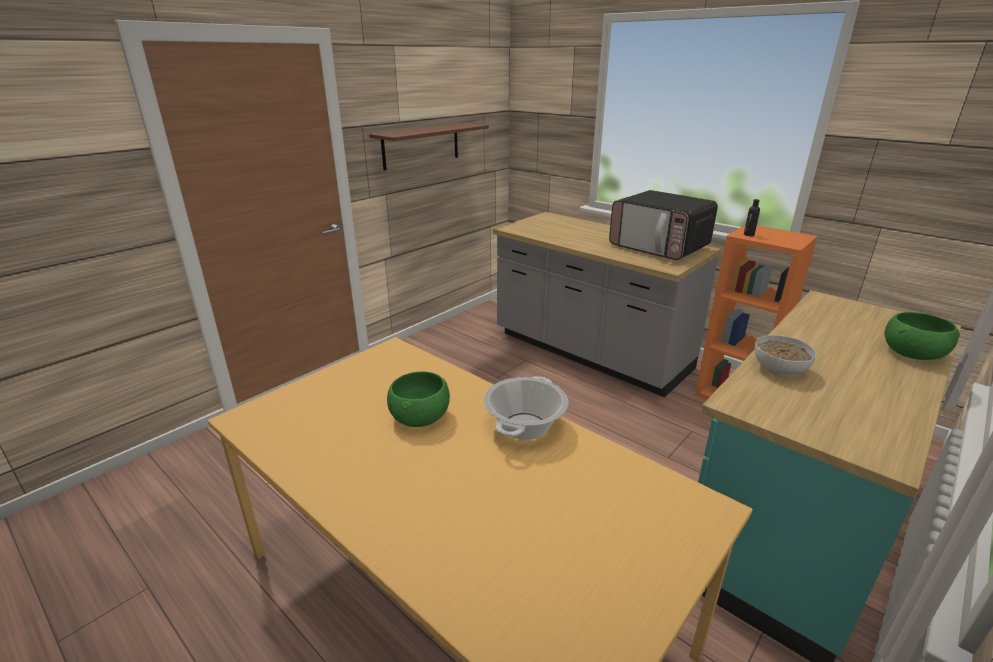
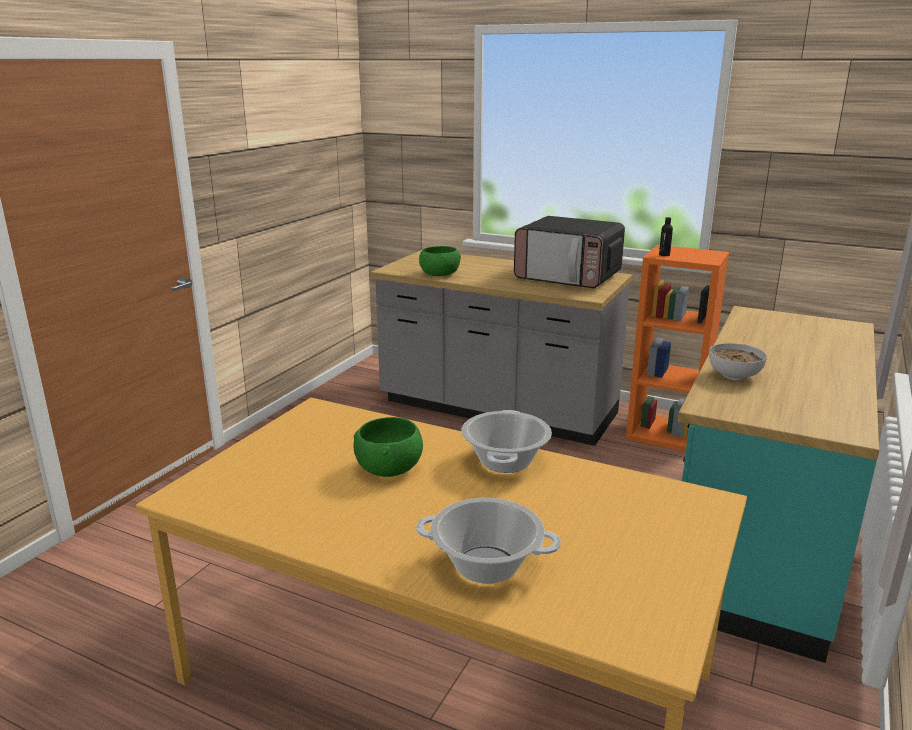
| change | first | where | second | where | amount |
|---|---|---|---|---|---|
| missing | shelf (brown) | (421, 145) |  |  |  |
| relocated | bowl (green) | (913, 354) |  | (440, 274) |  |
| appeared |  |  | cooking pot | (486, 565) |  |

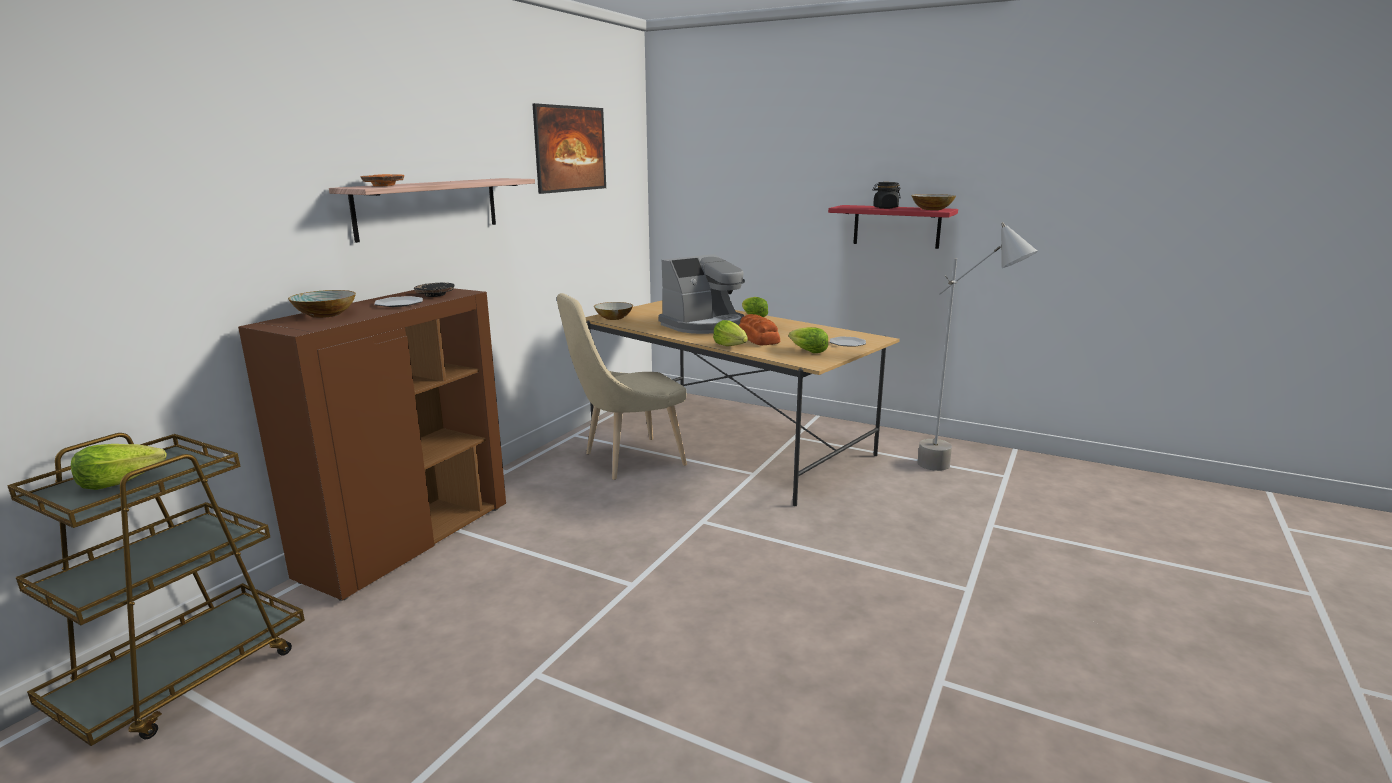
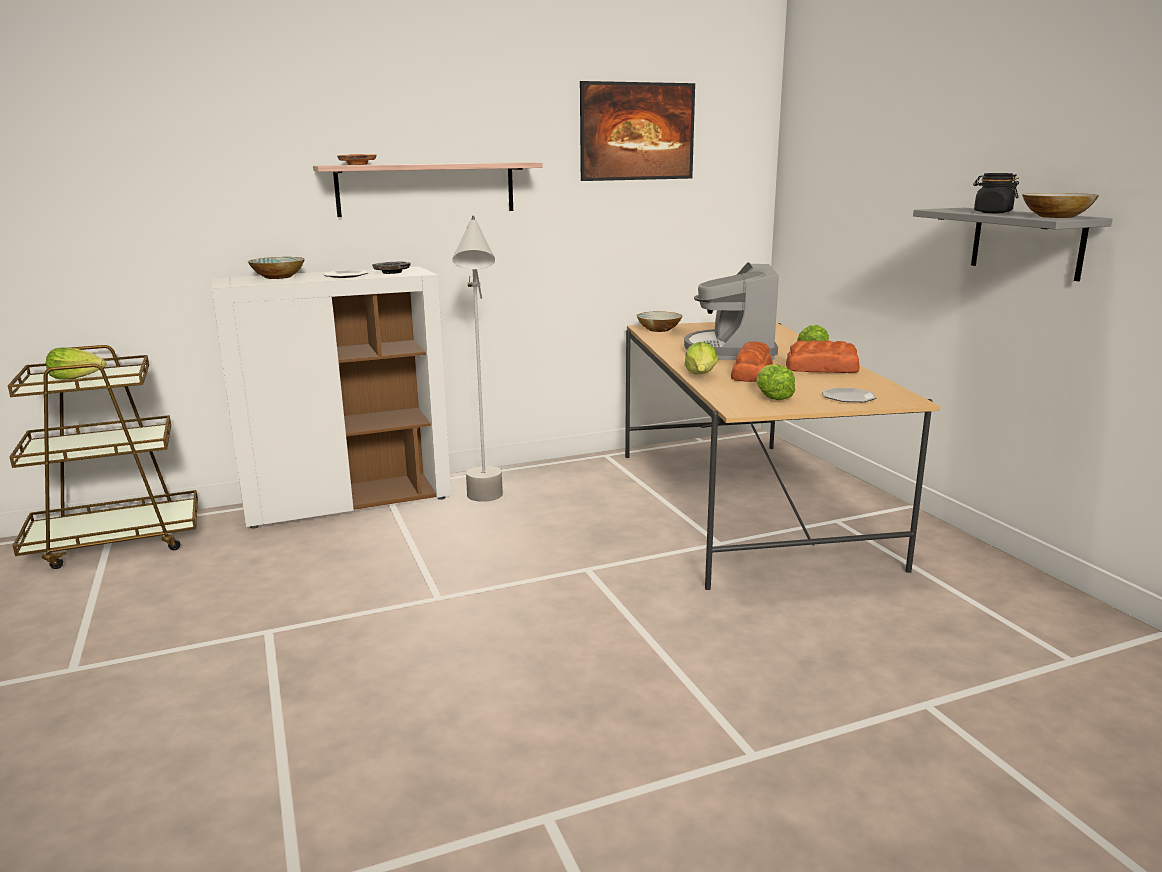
| change | first | where | second | where | amount |
|---|---|---|---|---|---|
| colour | shelf (red) | (896, 226) | shelf (grey) | (1027, 242) |  |
| relocated | floor lamp (grey) | (959, 471) |  | (485, 506) |  |
| spun | coffee machine | (704, 325) |  | (731, 351) | 90 degrees clockwise |
| colour | cabinet (brown) | (408, 541) | cabinet (white) | (349, 502) |  |
| missing | chair (beige) | (627, 460) |  |  |  |
| appeared |  |  | bread | (822, 369) |  |

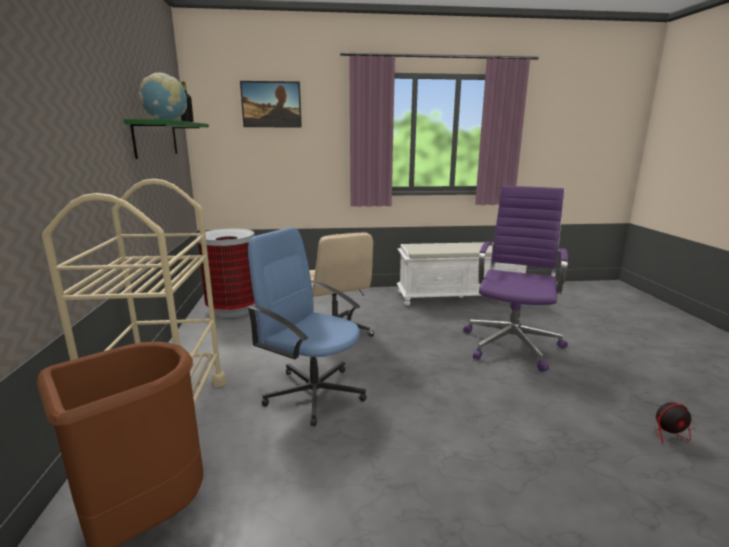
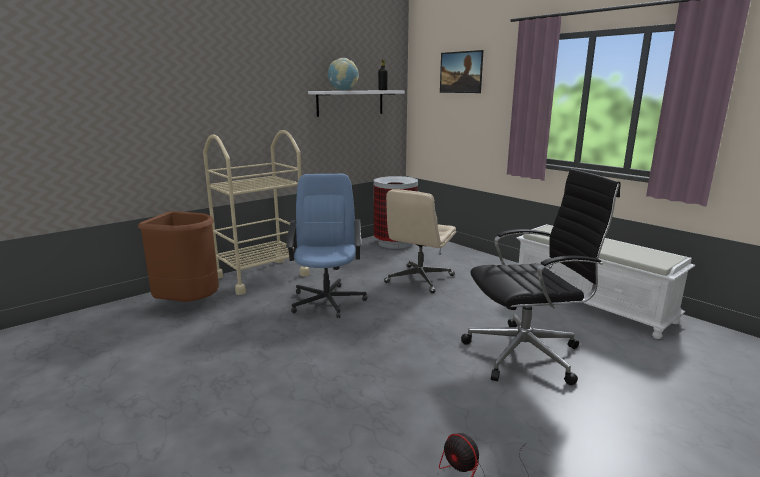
| change | first | where | second | where | amount |
|---|---|---|---|---|---|
| colour | shelf (green) | (156, 139) | shelf (white) | (350, 103) |  |
| colour | office chair (purple) | (512, 344) | office chair (black) | (527, 354) |  |

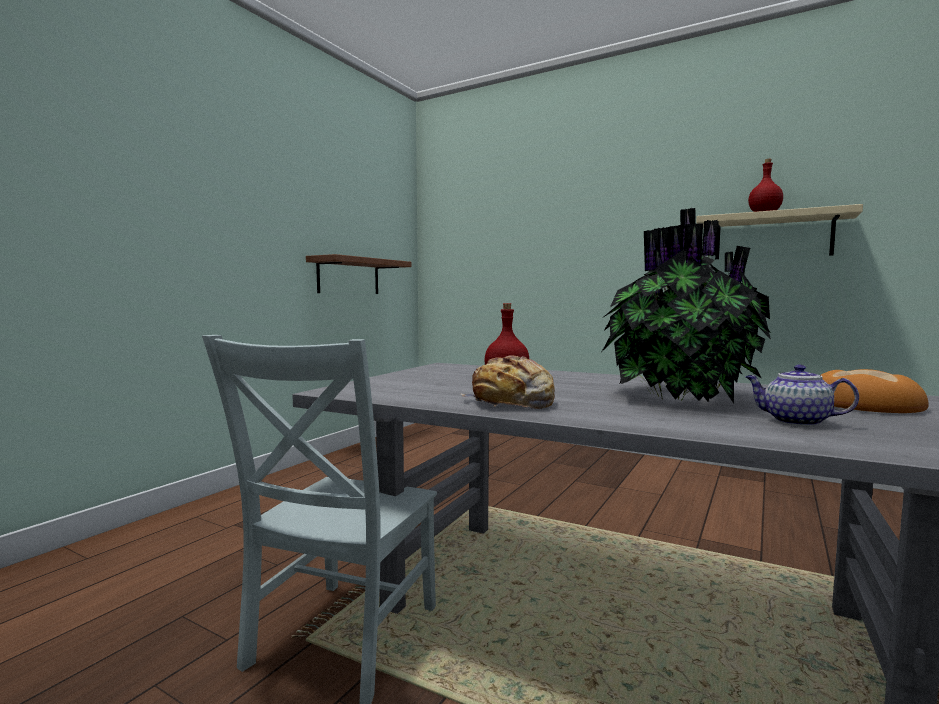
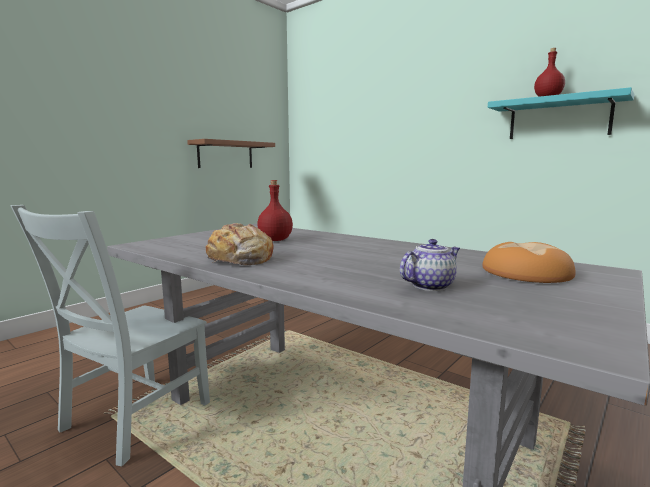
| change | first | where | second | where | amount |
|---|---|---|---|---|---|
| colour | shelf (beige) | (772, 237) | shelf (turquoise) | (559, 118) |  |
| missing | potted plant | (678, 396) |  |  |  |
| spun | teapot | (795, 421) |  | (430, 286) | 105 degrees clockwise |

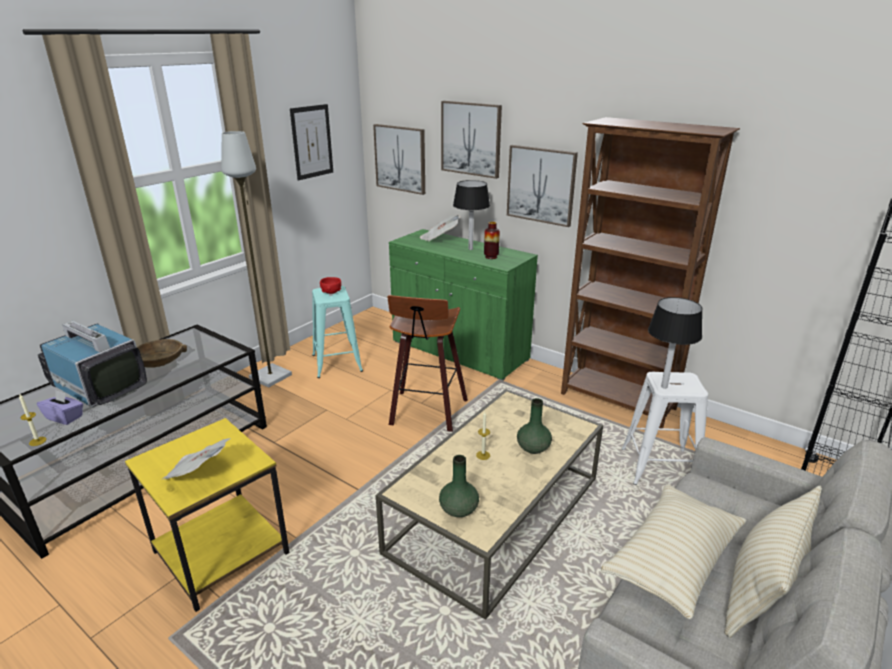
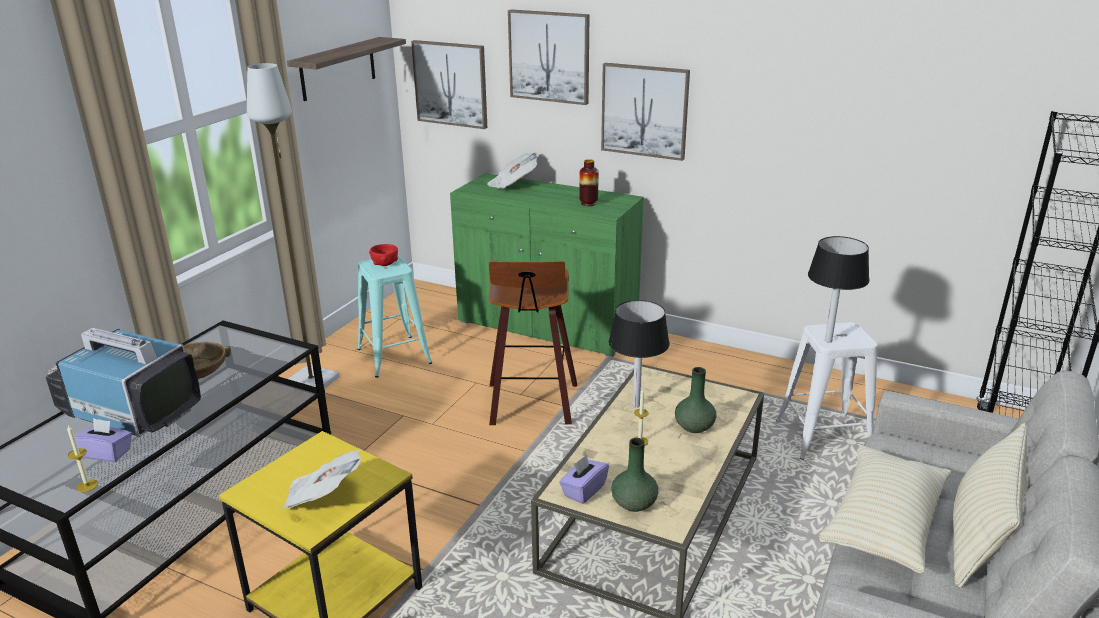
| change | first | where | second | where | amount |
|---|---|---|---|---|---|
| exchanged | picture | (312, 142) | shelf | (338, 68) |  |
| missing | bookcase (brown) | (618, 402) |  |  |  |
| relocated | table lamp (black) | (470, 249) |  | (636, 405) |  |
| appeared |  |  | tissue box (purple) | (583, 490) |  |

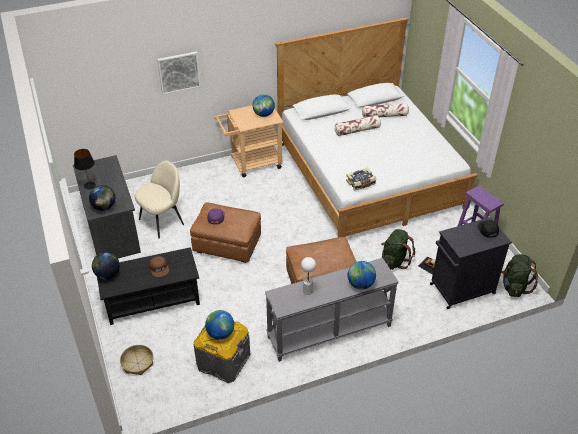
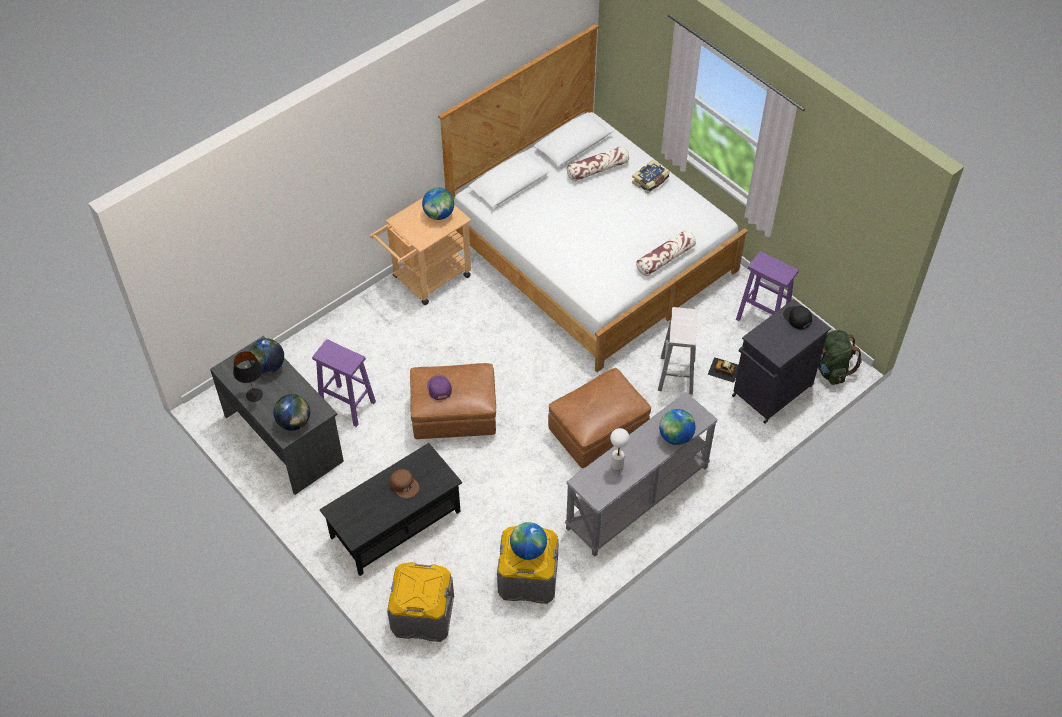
| change | first | where | second | where | amount |
|---|---|---|---|---|---|
| missing | picture | (179, 72) |  |  |  |
| relocated | pillow | (357, 130) |  | (665, 258) |  |
| exchanged | chair (beige) | (162, 221) | stool (purple) | (348, 405) |  |
| relocated | book | (361, 183) |  | (651, 181) |  |
| exchanged | backpack (green) | (394, 261) | stool (white) | (676, 375) |  |
| relocated | globe | (107, 274) |  | (268, 366) |  |
| exchanged | basket | (137, 363) | storage box (grey) | (422, 615) |  |

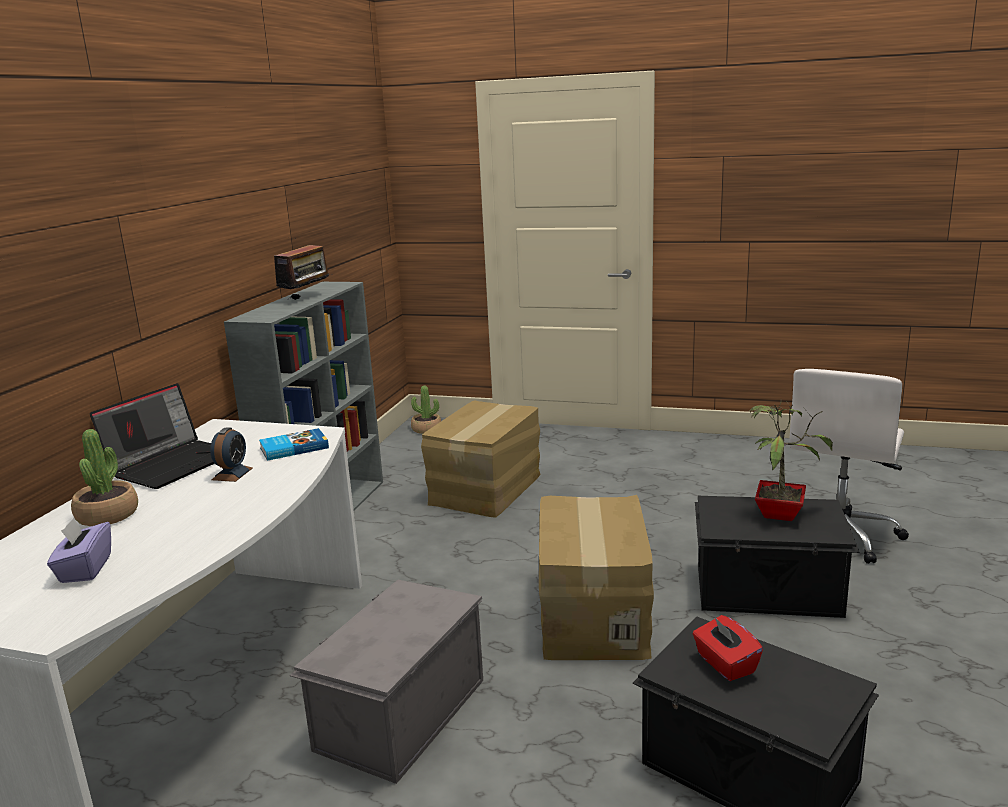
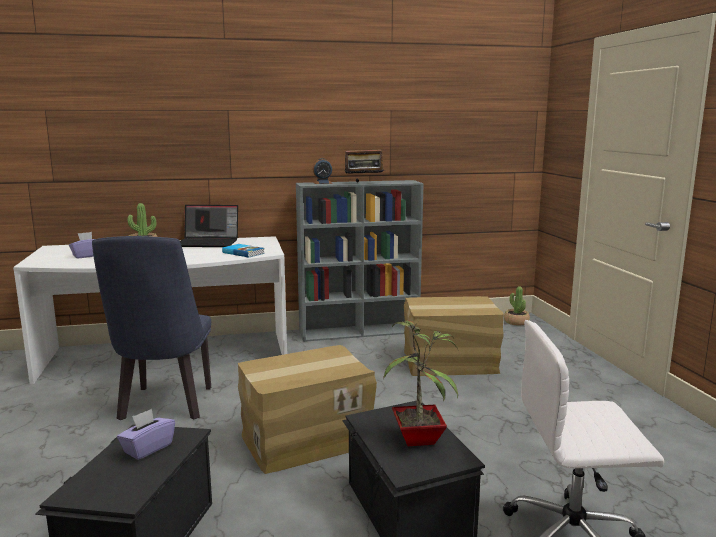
| change | first | where | second | where | amount |
|---|---|---|---|---|---|
| relocated | alarm clock | (232, 474) |  | (322, 183) |  |
| exchanged | storage box (grey) | (398, 714) | chair (blue) | (165, 407) |  |
| colour | tissue box (red) | (725, 664) | tissue box (purple) | (147, 448) |  |

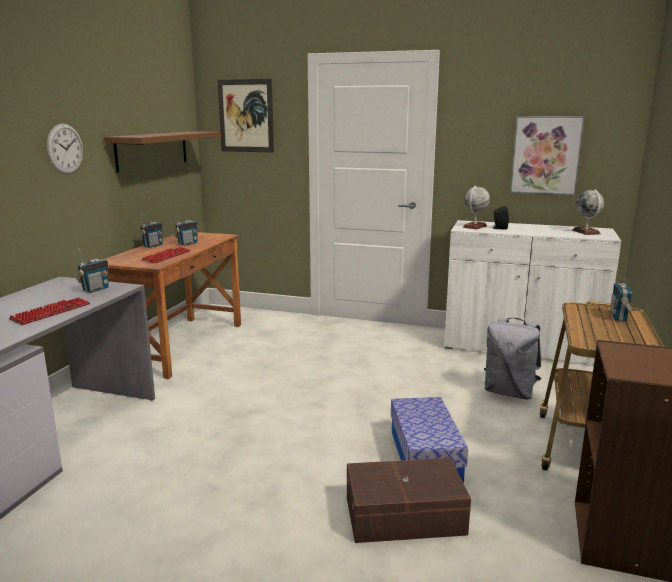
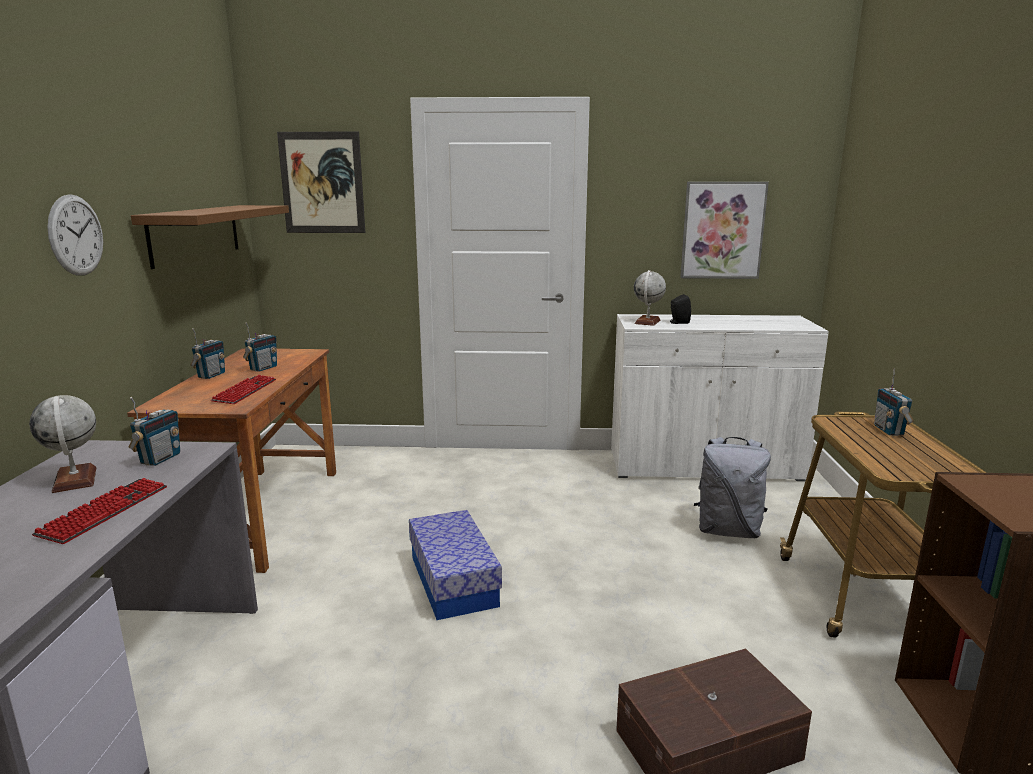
| change | first | where | second | where | amount |
|---|---|---|---|---|---|
| relocated | globe | (586, 232) |  | (75, 479) |  |
| relocated | storage box | (425, 455) |  | (453, 581) |  |

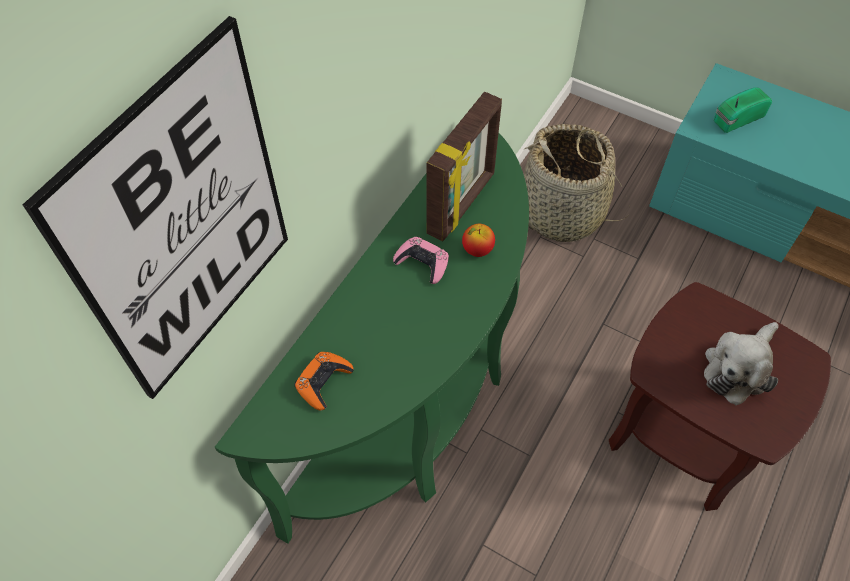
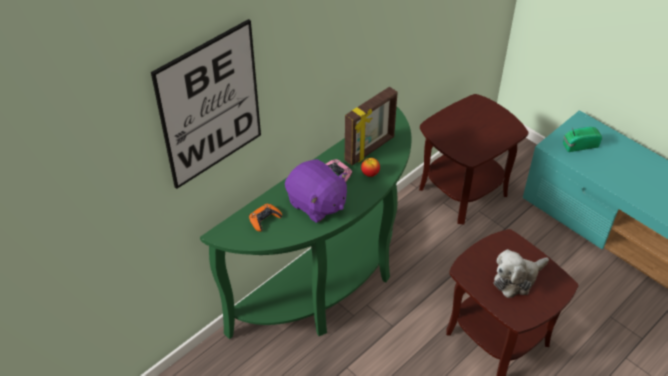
| change | first | where | second | where | amount |
|---|---|---|---|---|---|
| exchanged | basket | (563, 213) | side table (brown) | (463, 191) |  |
| appeared |  |  | plush toy (purple) | (316, 204) |  |

